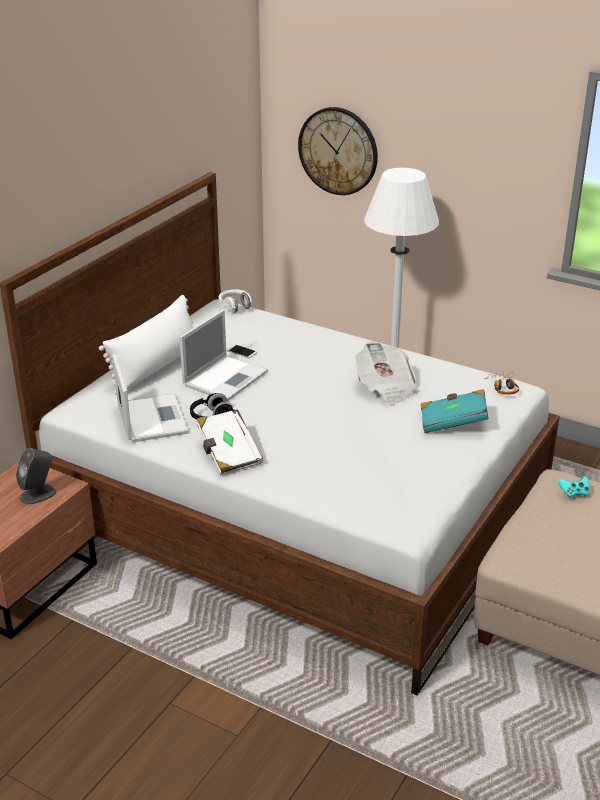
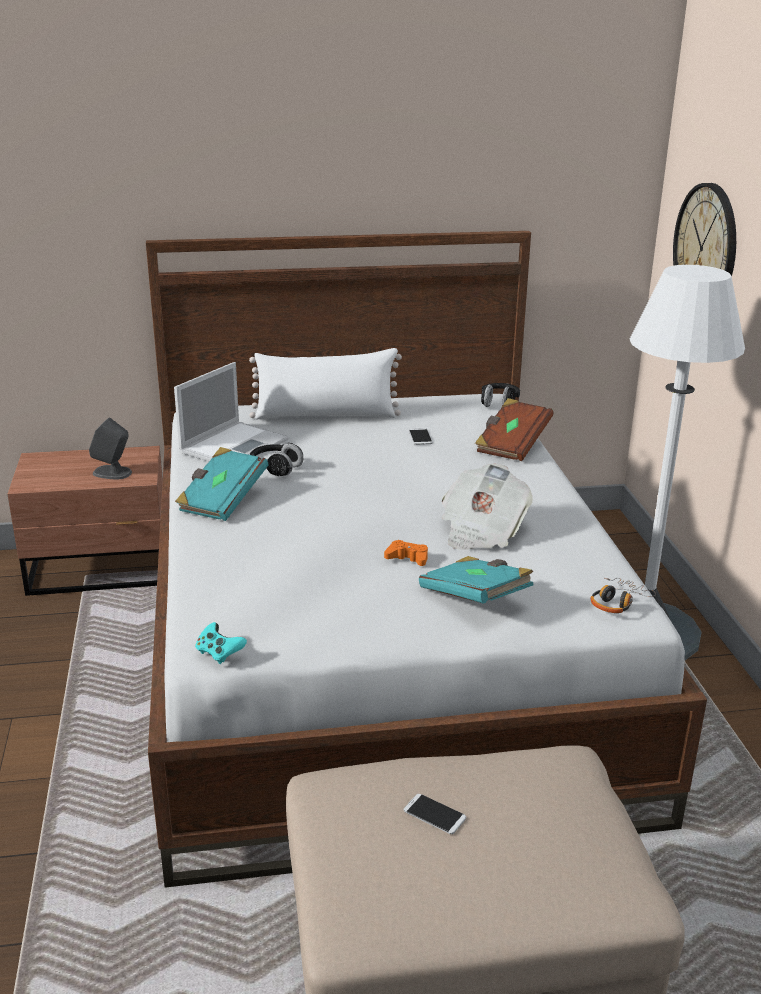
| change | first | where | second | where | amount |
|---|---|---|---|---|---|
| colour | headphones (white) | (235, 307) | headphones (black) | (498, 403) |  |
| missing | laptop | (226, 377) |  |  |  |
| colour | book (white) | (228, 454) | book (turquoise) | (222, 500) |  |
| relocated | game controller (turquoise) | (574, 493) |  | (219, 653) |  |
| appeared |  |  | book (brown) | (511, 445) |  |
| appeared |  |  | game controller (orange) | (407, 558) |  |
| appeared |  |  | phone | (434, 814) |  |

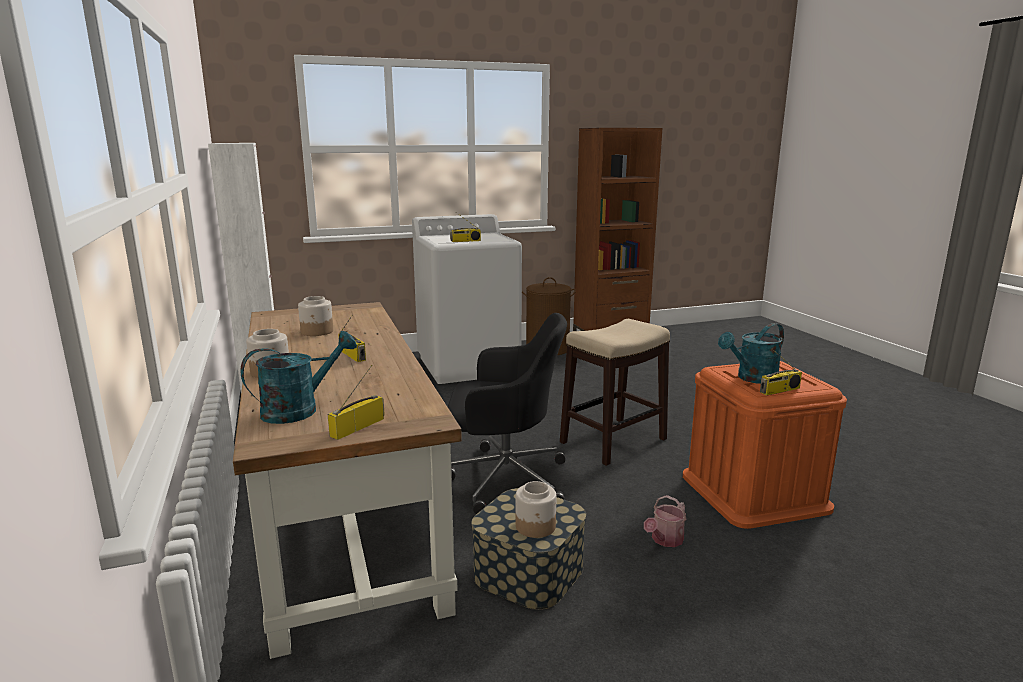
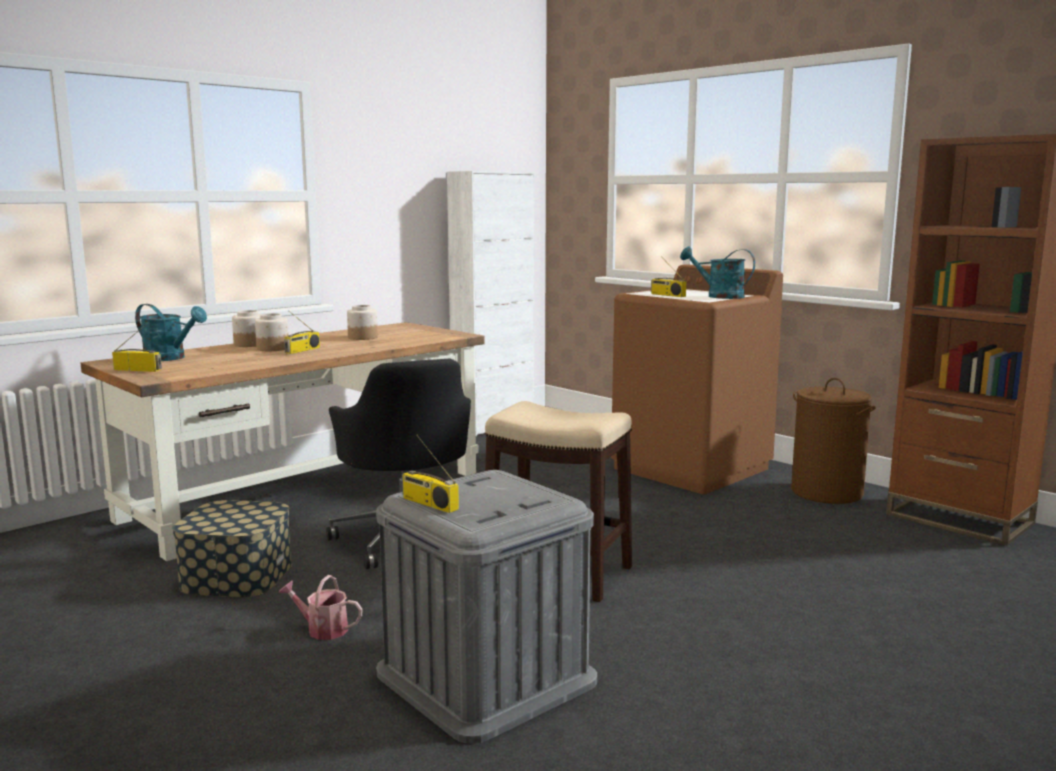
| change | first | where | second | where | amount |
|---|---|---|---|---|---|
| colour | washing machine (white) | (468, 365) | washing machine (brown) | (691, 468) |  |
| relocated | watering can (turquoise) | (752, 378) |  | (718, 296) |  |
| colour | storage box (orange) | (754, 491) | storage box (grey) | (486, 676) |  |
| relocated | jar | (536, 526) |  | (272, 348) |  |

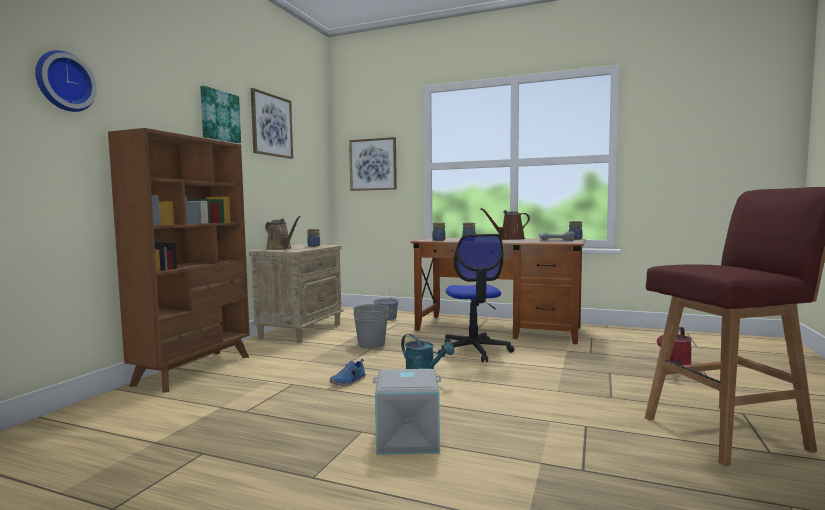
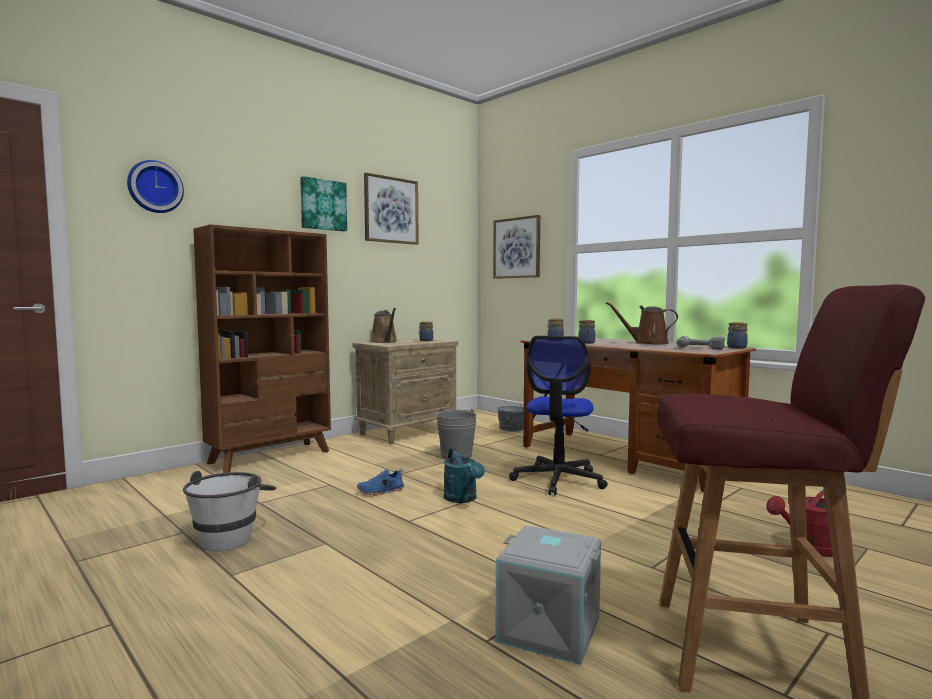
| change | first | where | second | where | amount |
|---|---|---|---|---|---|
| relocated | storage box (grey) | (407, 439) |  | (548, 630) |  |
| appeared |  |  | bucket (white) | (232, 536) |  |

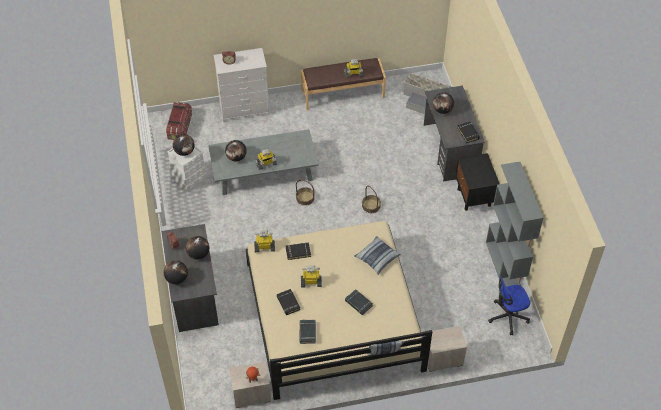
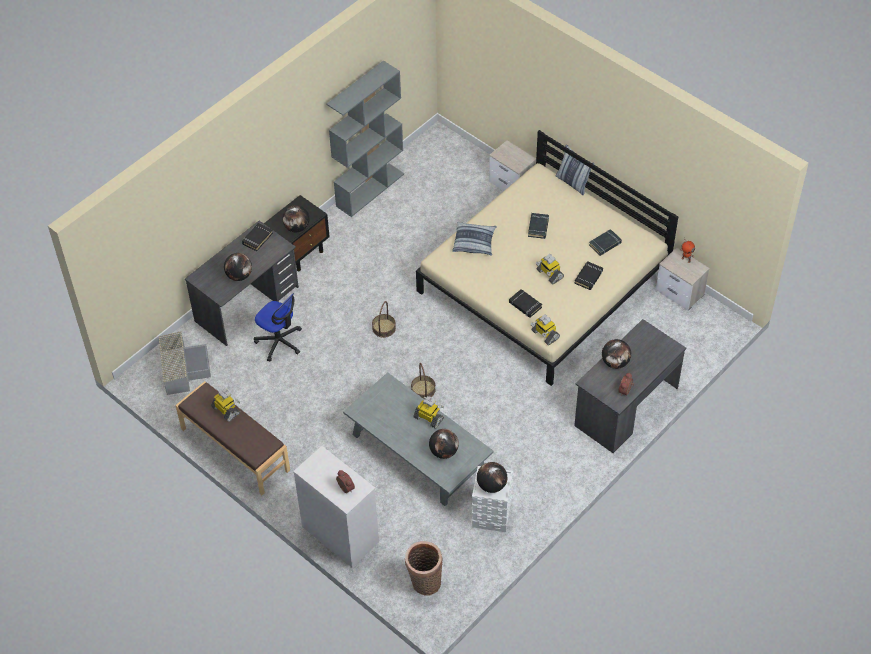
| change | first | where | second | where | amount |
|---|---|---|---|---|---|
| exchanged | storage box | (180, 127) | basket | (424, 582) |  |
| relocated | globe | (176, 279) |  | (297, 228) |  |
| relocated | office chair | (508, 316) |  | (279, 342) |  |

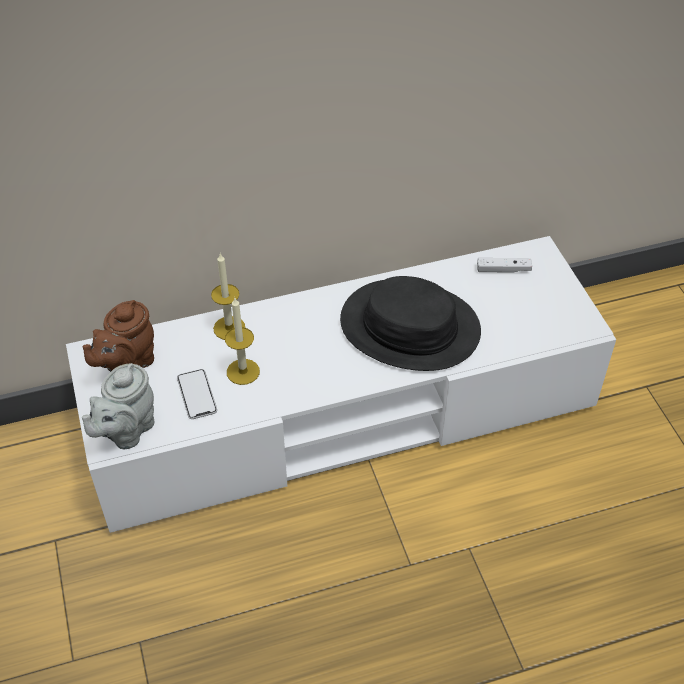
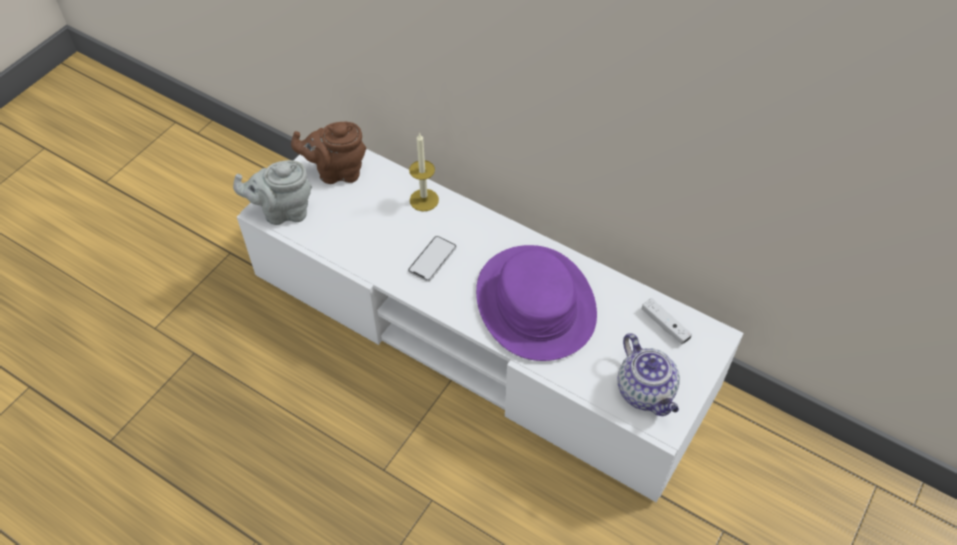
| change | first | where | second | where | amount |
|---|---|---|---|---|---|
| colour | hat (black) | (409, 327) | hat (purple) | (535, 303) |  |
| missing | candle | (243, 371) |  |  |  |
| relocated | phone | (197, 395) |  | (432, 259) |  |
| appeared |  |  | teapot | (646, 392) |  |

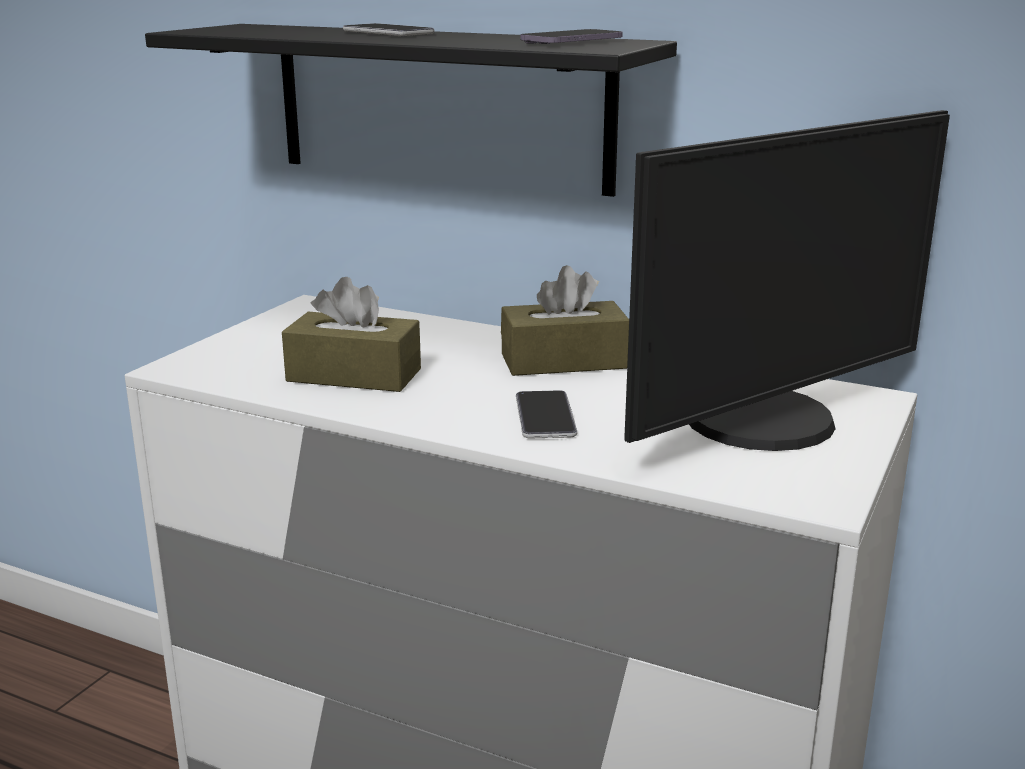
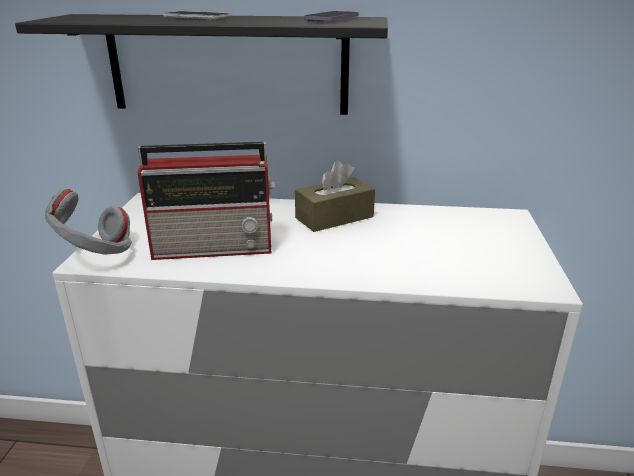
| change | first | where | second | where | amount |
|---|---|---|---|---|---|
| missing | monitor | (766, 423) |  |  |  |
| exchanged | tissue box (brown) | (354, 375) | radio | (216, 247) |  |
| missing | phone | (545, 416) |  |  |  |
| appeared |  |  | headphones (grey) | (95, 255) |  |

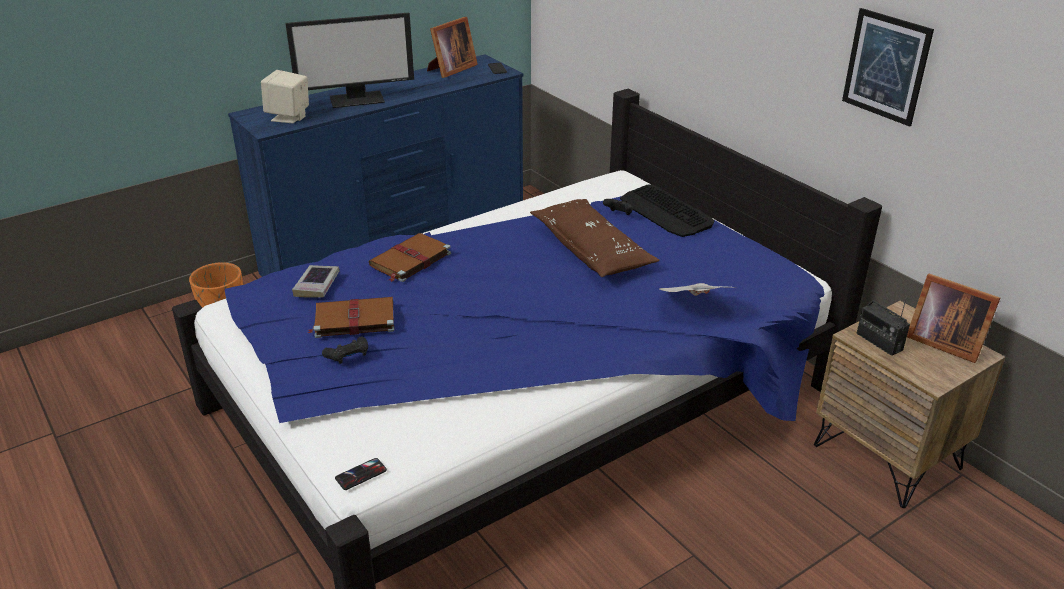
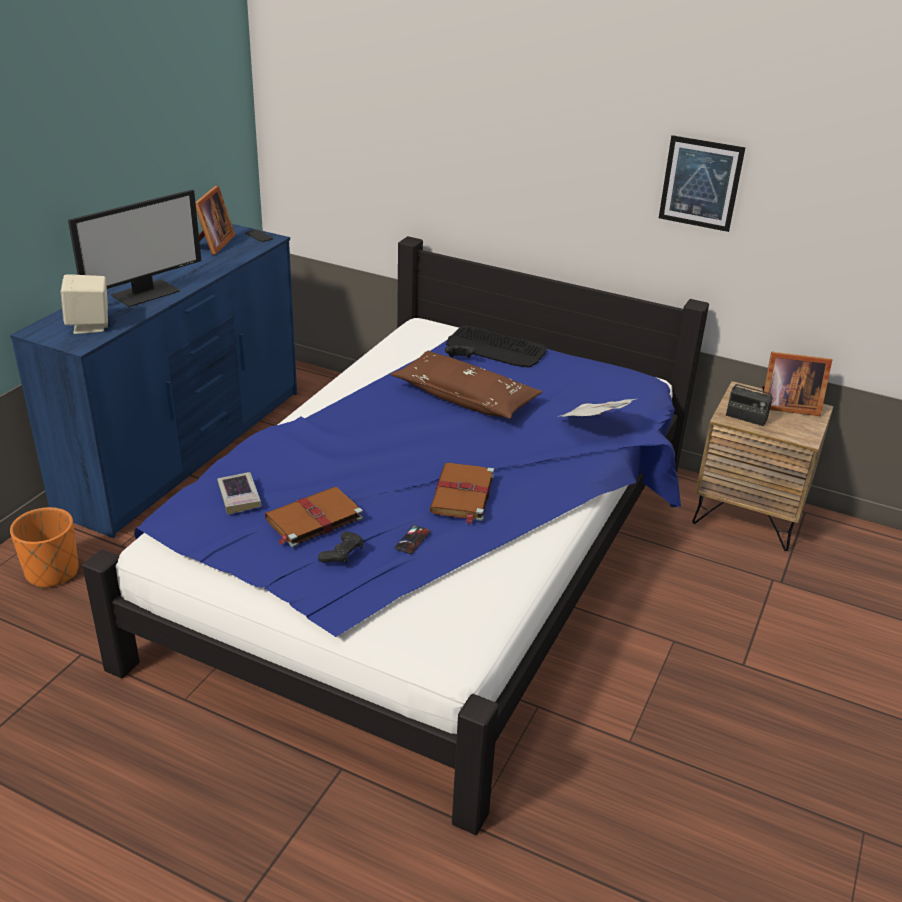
| change | first | where | second | where | amount |
|---|---|---|---|---|---|
| relocated | book (brown) | (409, 260) |  | (462, 495) |  |
| relocated | phone | (361, 474) |  | (412, 540) |  |

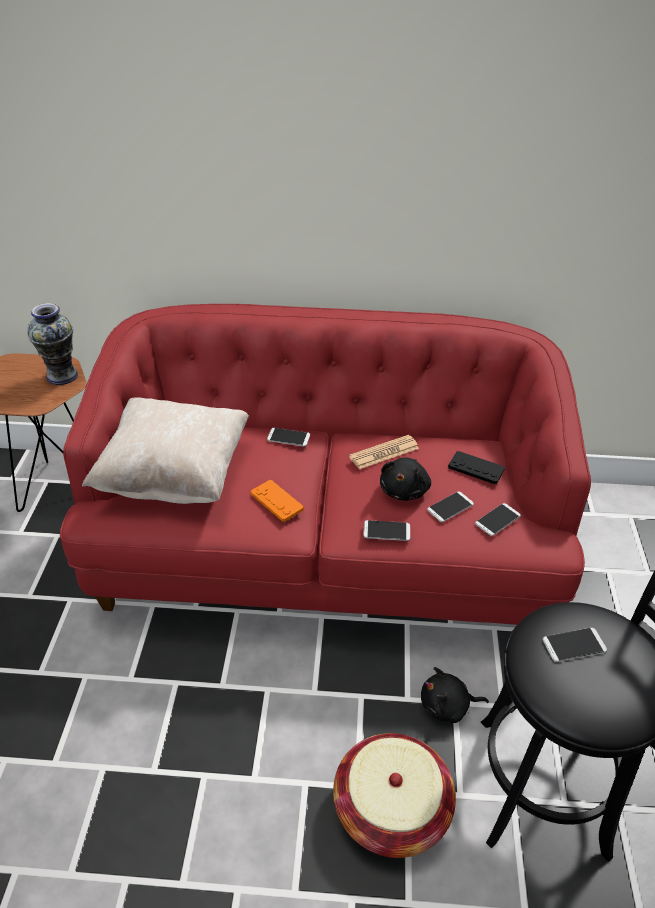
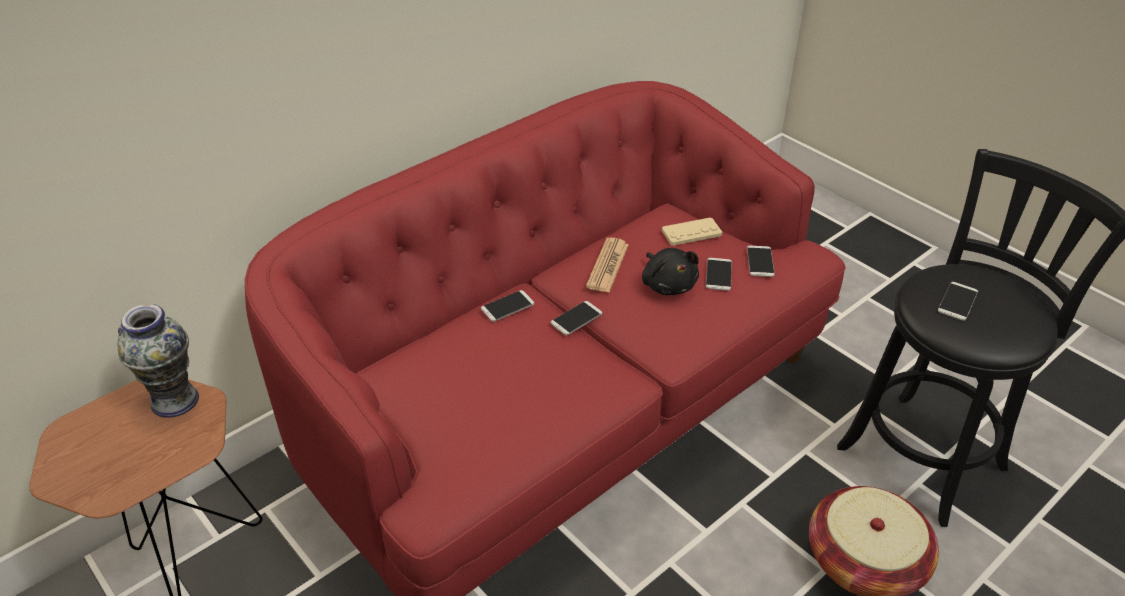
| change | first | where | second | where | amount |
|---|---|---|---|---|---|
| missing | pillow (beige) | (175, 476) |  |  |  |
| colour | game controller (black) | (476, 468) | game controller (beige) | (691, 233) |  |
| missing | game controller (orange) | (277, 501) |  |  |  |
| relocated | phone | (386, 531) |  | (576, 318) |  |
| missing | plush toy (black) | (447, 706) |  |  |  |

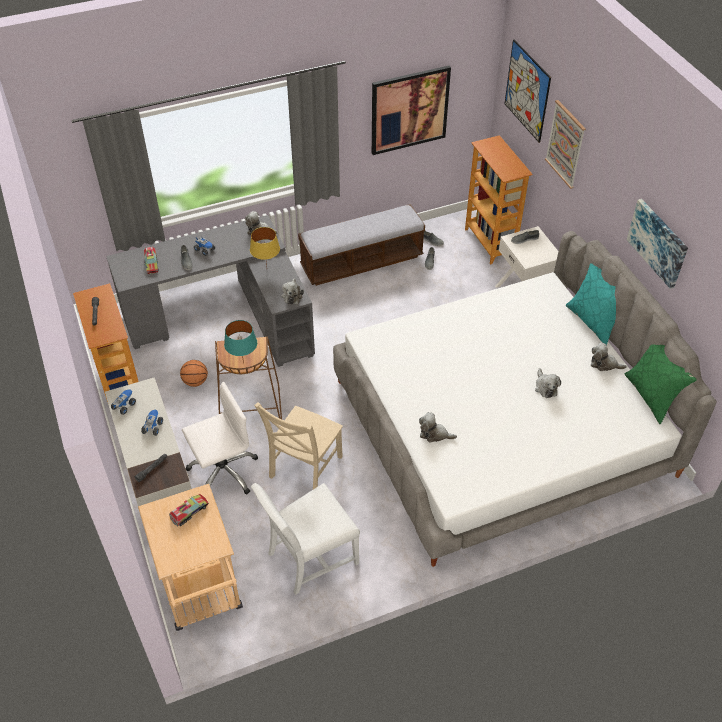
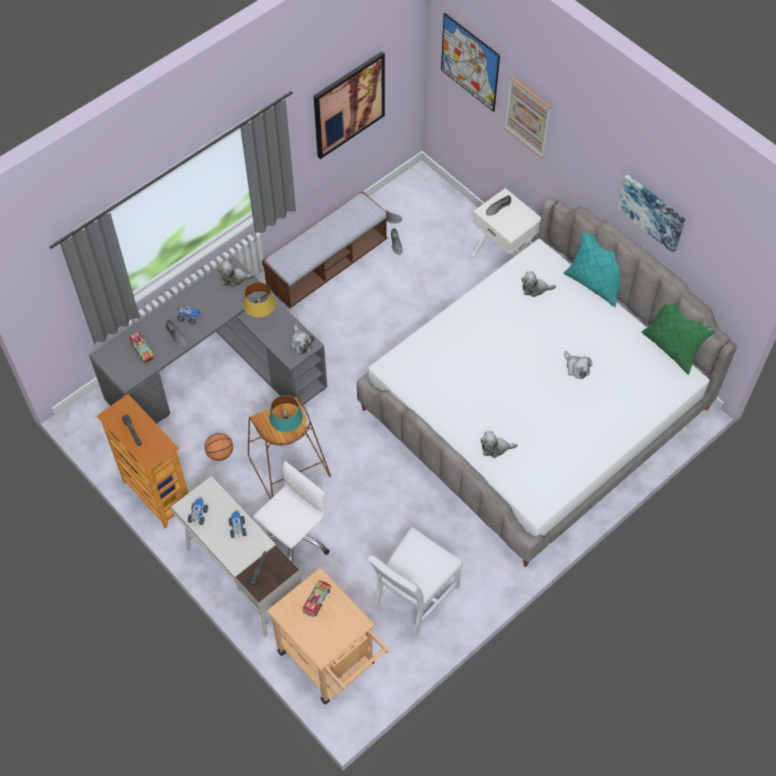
| change | first | where | second | where | amount |
|---|---|---|---|---|---|
| missing | bookcase | (490, 243) |  |  |  |
| relocated | plush toy | (604, 364) |  | (535, 288) |  |
| missing | chair (beige) | (304, 469) |  |  |  |

